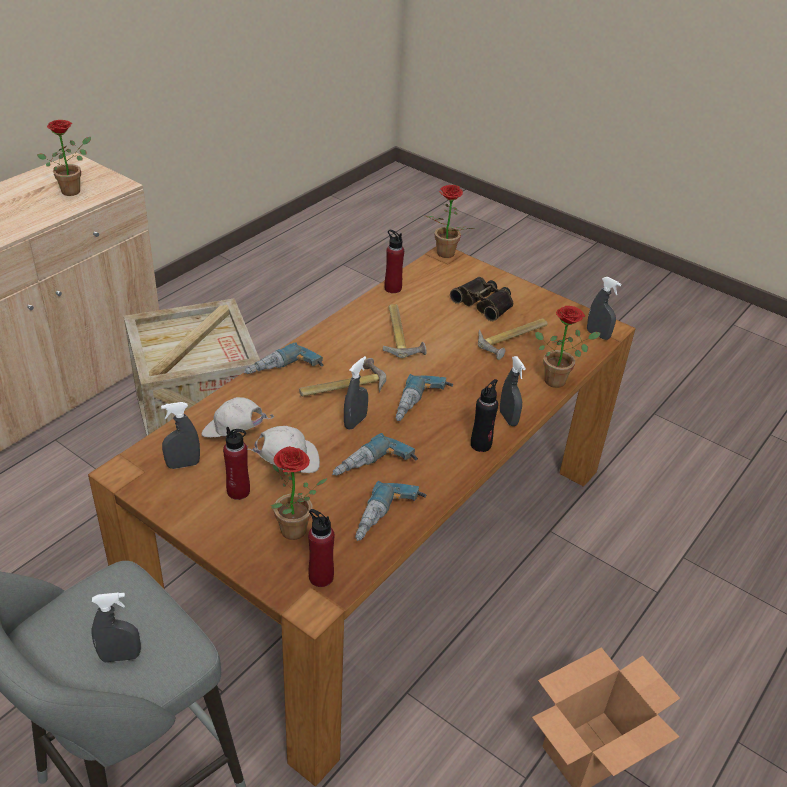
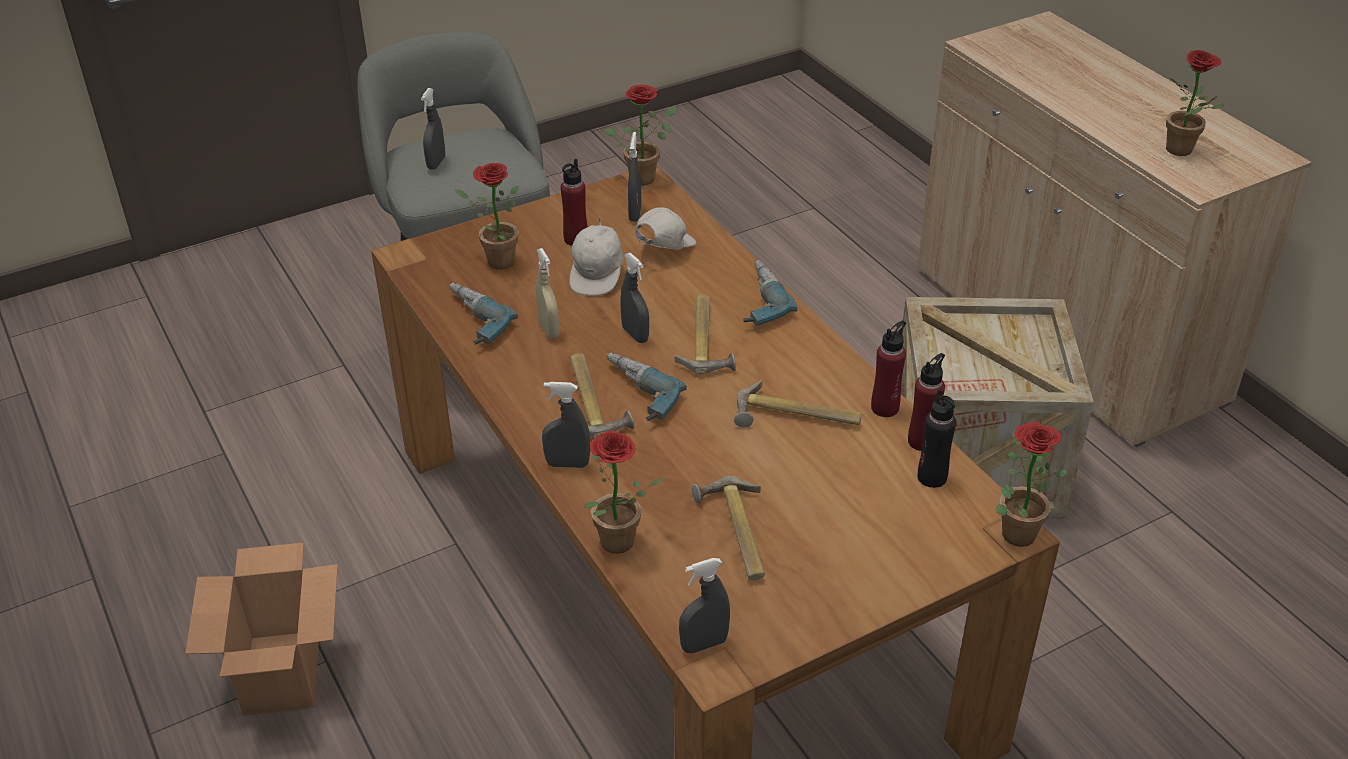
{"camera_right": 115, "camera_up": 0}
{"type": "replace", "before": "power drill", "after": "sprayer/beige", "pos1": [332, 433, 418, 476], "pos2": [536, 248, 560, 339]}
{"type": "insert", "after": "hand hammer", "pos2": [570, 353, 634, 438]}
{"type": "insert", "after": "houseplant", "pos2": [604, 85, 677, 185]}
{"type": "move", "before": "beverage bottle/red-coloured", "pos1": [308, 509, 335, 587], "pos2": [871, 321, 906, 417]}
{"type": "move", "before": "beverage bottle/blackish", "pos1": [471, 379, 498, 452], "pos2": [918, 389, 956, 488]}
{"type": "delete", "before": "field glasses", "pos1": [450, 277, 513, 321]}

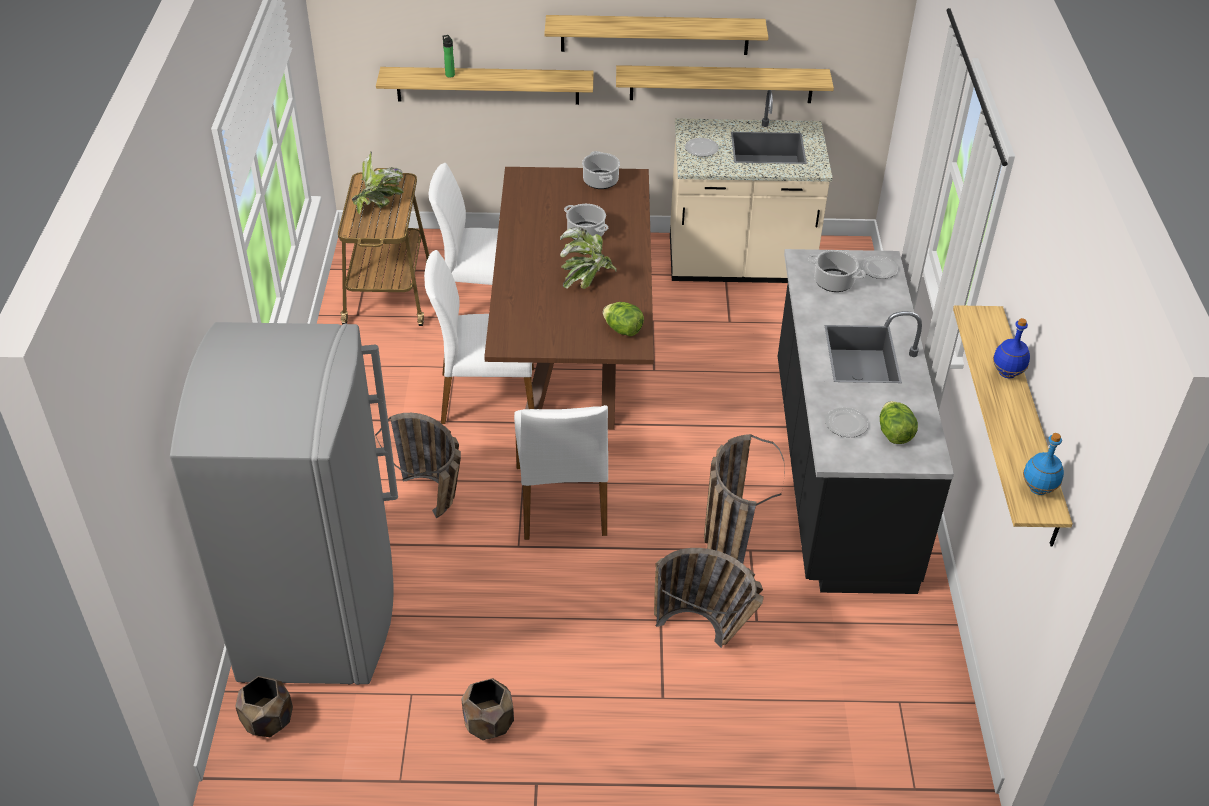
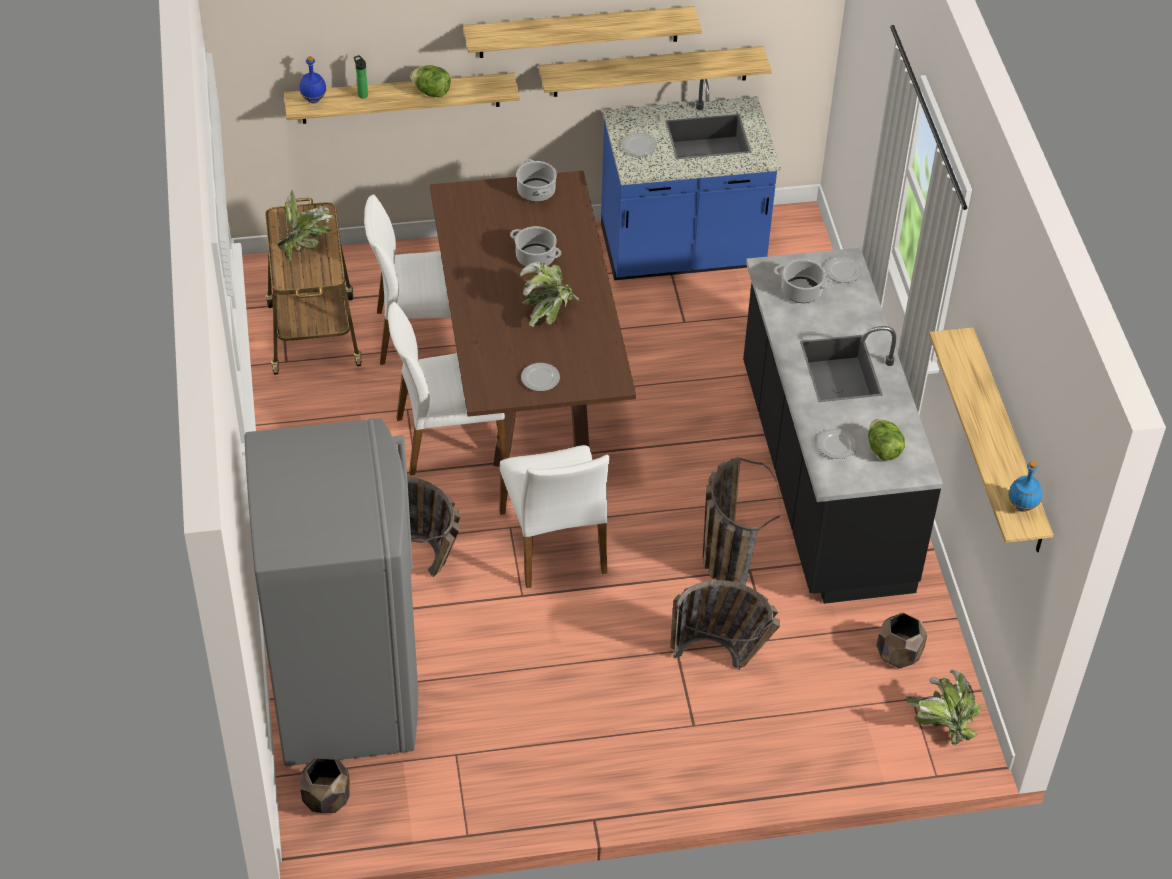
{"camera_right": -10, "camera_up": 5}
{"type": "move", "before": "beverage bottle/blue-coloured", "pos1": [993, 318, 1030, 378], "pos2": [300, 56, 326, 103]}
{"type": "move", "before": "lettuce", "pos1": [603, 302, 644, 336], "pos2": [410, 65, 451, 97]}
{"type": "insert", "after": "plate", "pos2": [521, 363, 560, 391]}
{"type": "recolor", "before": "kitchen counter/beige", "after": "kitchen counter/blue-coloured", "pos1": [670, 90, 833, 283], "pos2": [601, 79, 781, 280]}
{"type": "move", "before": "plant pot/brown-coloured", "pos1": [461, 678, 514, 740], "pos2": [876, 613, 927, 668]}
{"type": "insert", "after": "houseplant", "pos2": [906, 670, 981, 745]}

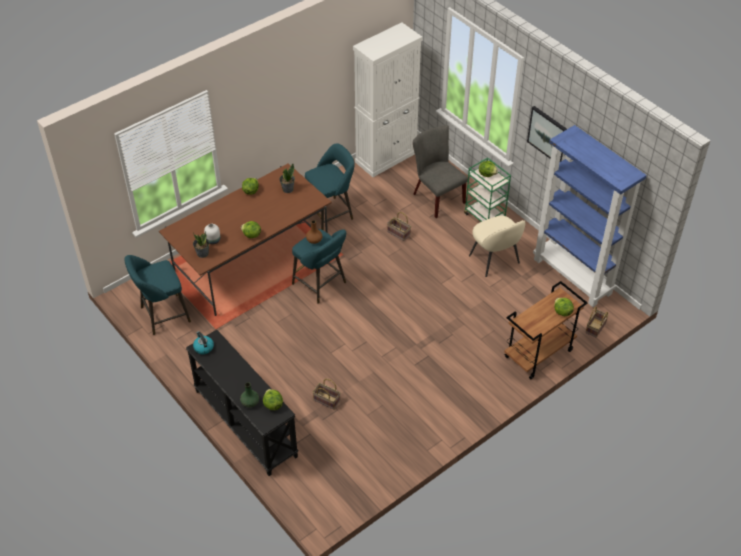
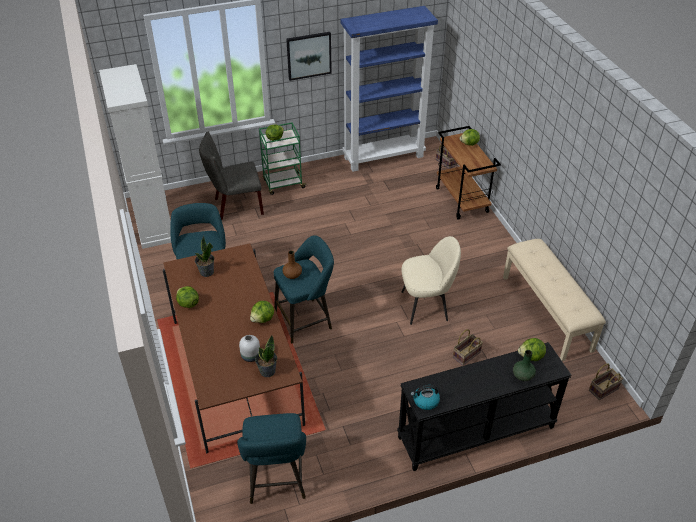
{"camera_right": -70, "camera_up": -5}
{"type": "move", "before": "chair/beige", "pos1": [469, 216, 525, 277], "pos2": [401, 236, 461, 325]}
{"type": "insert", "after": "long seat/beige", "pos2": [503, 239, 606, 361]}
{"type": "move", "before": "storage basket", "pos1": [387, 212, 411, 241], "pos2": [589, 364, 623, 400]}

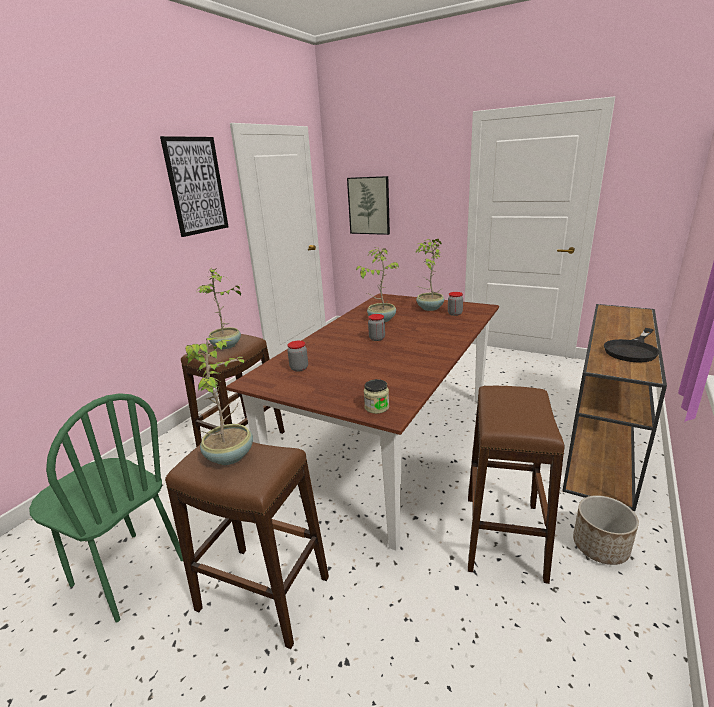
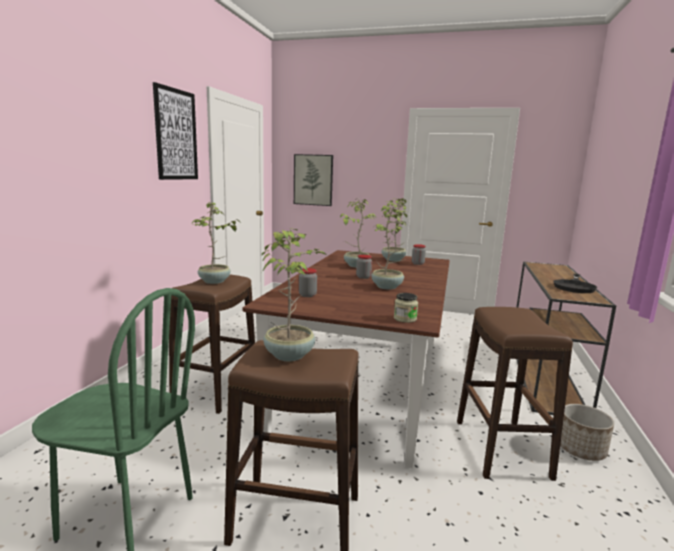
{"camera_right": -15, "camera_up": -10}
{"type": "insert", "after": "houseplant", "pos2": [371, 205, 409, 289]}

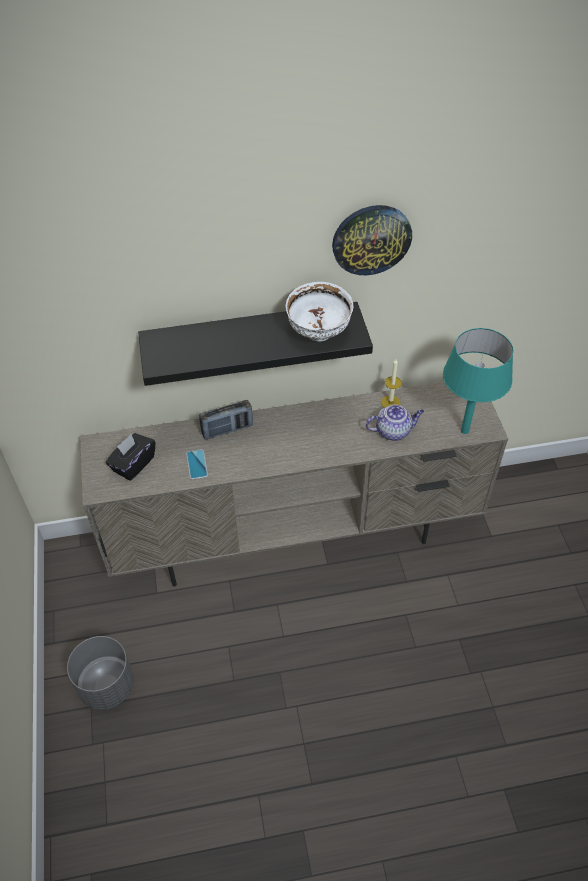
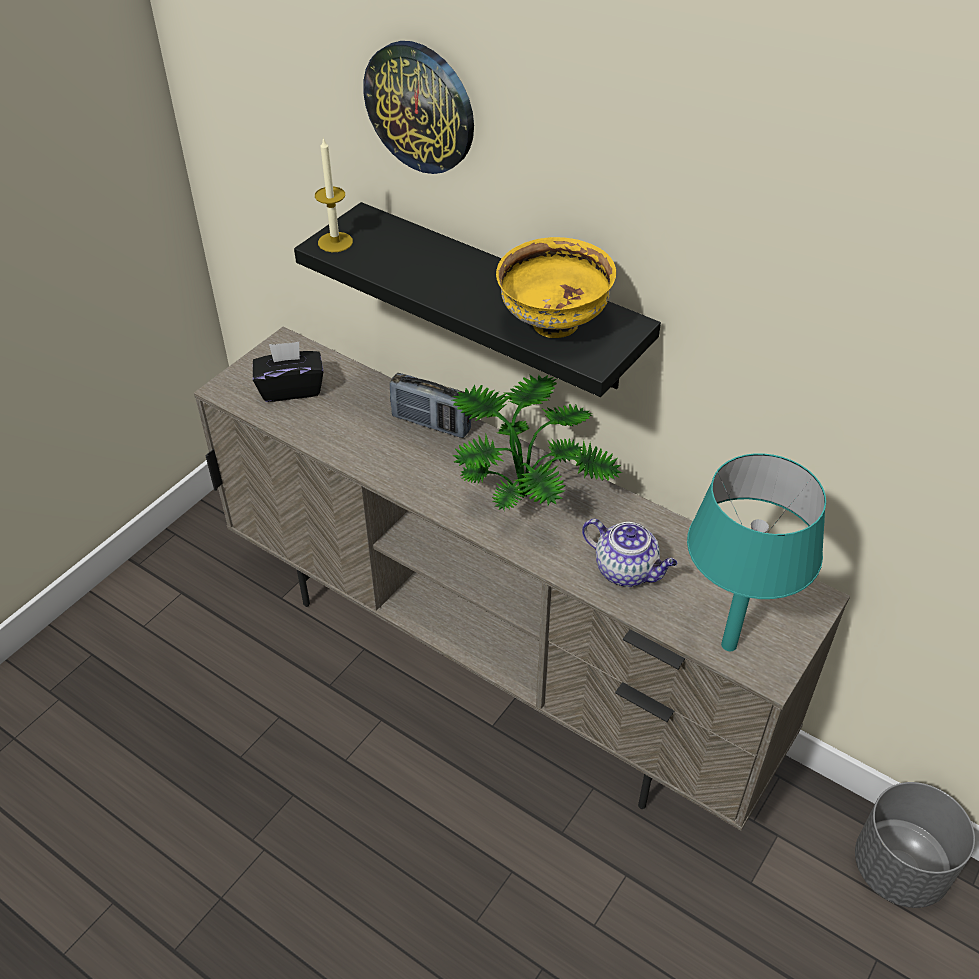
{"camera_right": 45, "camera_up": -5}
{"type": "move", "before": "candle", "pos1": [381, 359, 402, 408], "pos2": [315, 137, 353, 252]}
{"type": "move", "before": "clock on the wall", "pos1": [332, 205, 412, 275], "pos2": [363, 41, 474, 174]}
{"type": "insert", "after": "houseplant", "pos2": [452, 374, 622, 511]}
{"type": "recolor", "before": "bowl/white", "after": "bowl/yellow", "pos1": [286, 282, 353, 341], "pos2": [496, 237, 616, 338]}
{"type": "move", "before": "plant pot/greyish", "pos1": [67, 636, 134, 710], "pos2": [855, 782, 975, 908]}
{"type": "delete", "before": "telephone", "pos1": [186, 449, 208, 480]}

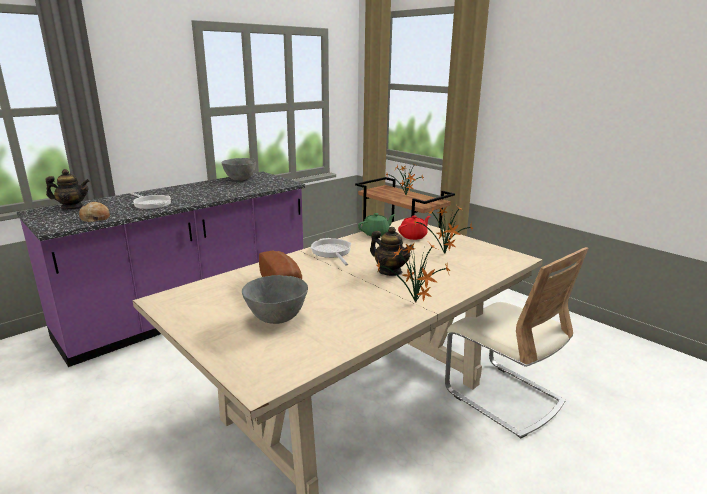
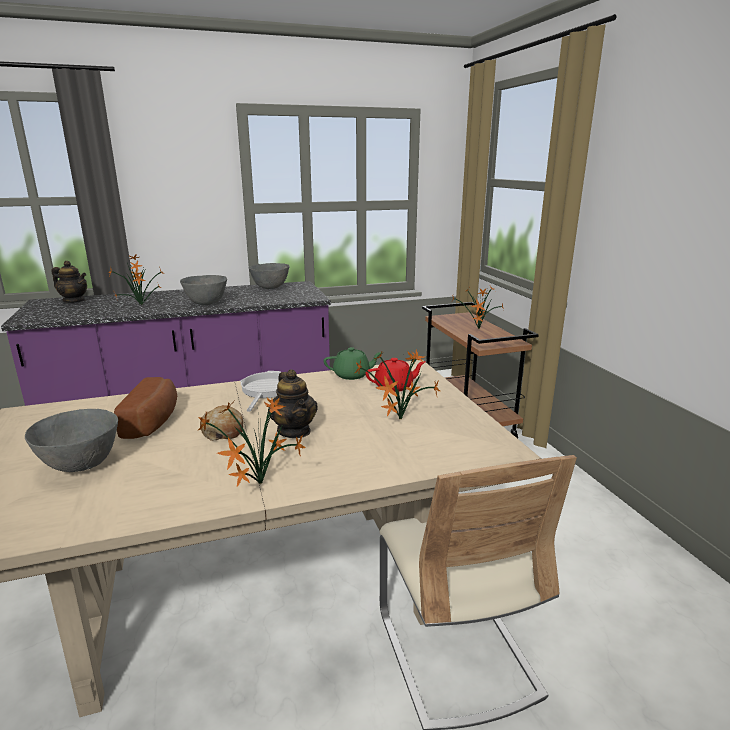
{"camera_right": 25, "camera_up": 0}
{"type": "replace", "before": "pan", "after": "houseplant", "pos1": [130, 193, 171, 209], "pos2": [108, 255, 164, 305]}
{"type": "insert", "after": "bowl/greyish", "pos2": [180, 275, 227, 305]}
{"type": "move", "before": "bread", "pos1": [79, 202, 110, 222], "pos2": [200, 405, 243, 441]}

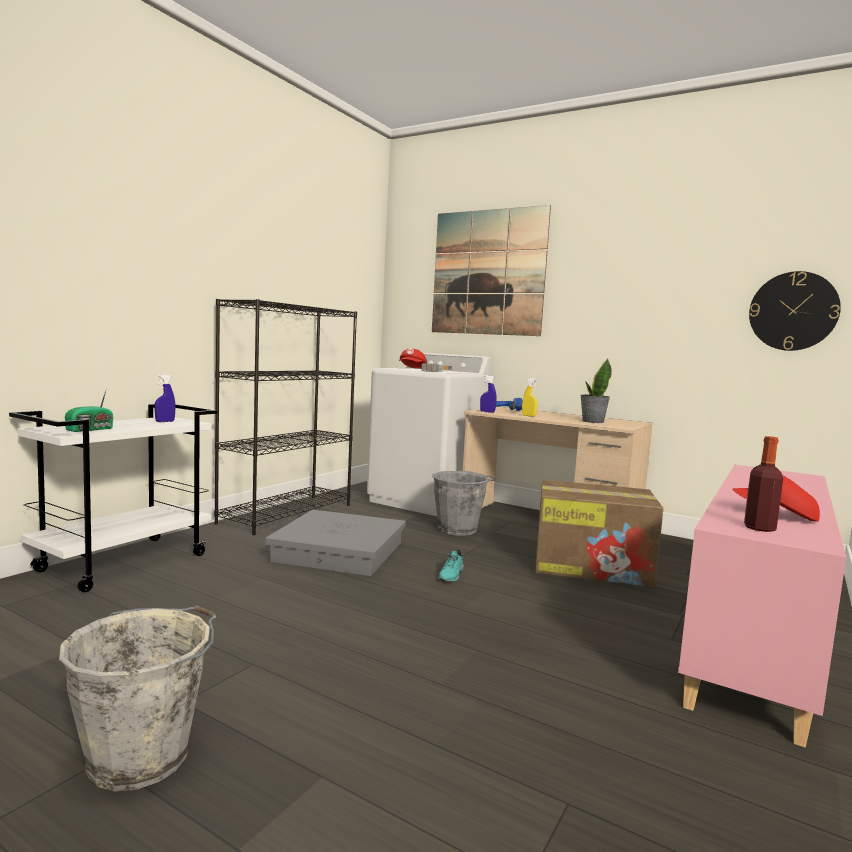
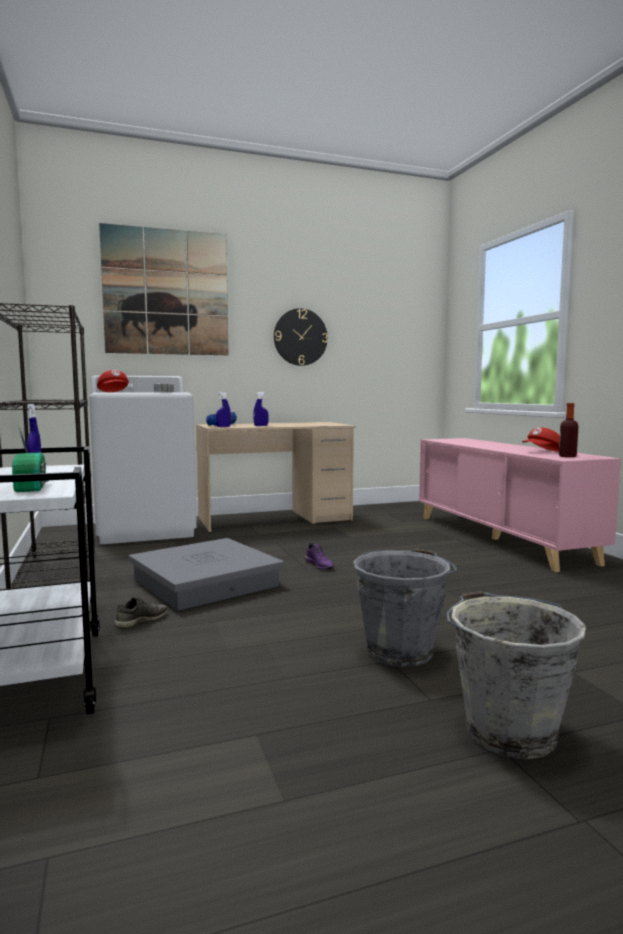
{"camera_right": -50, "camera_up": 0}
{"type": "insert", "after": "item of footwear/greyish", "pos2": [114, 597, 169, 629]}
{"type": "recolor", "before": "sprayer/yellow", "after": "sprayer/blue-coloured", "pos1": [522, 378, 537, 417], "pos2": [253, 392, 269, 426]}
{"type": "move", "before": "clock on the wall", "pos1": [749, 271, 841, 351], "pos2": [274, 308, 328, 366]}
{"type": "recolor", "before": "item of footwear/turquoise", "after": "item of footwear/purplish", "pos1": [438, 549, 464, 582], "pos2": [305, 543, 334, 569]}
{"type": "move", "before": "bucket/greyish", "pos1": [433, 471, 496, 536], "pos2": [353, 548, 457, 667]}
{"type": "delete", "before": "cardboard box", "pos1": [535, 480, 664, 587]}
{"type": "delete", "before": "houseplant", "pos1": [580, 359, 612, 423]}

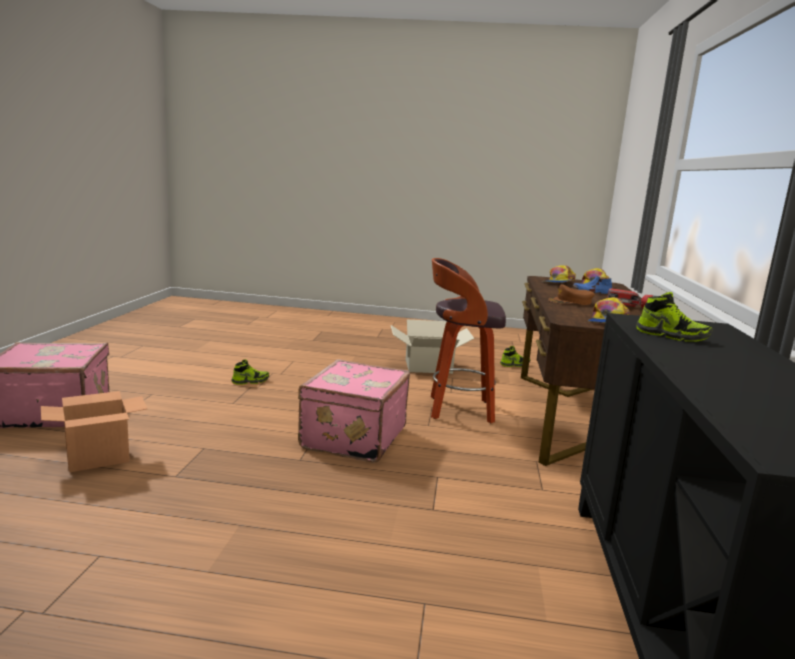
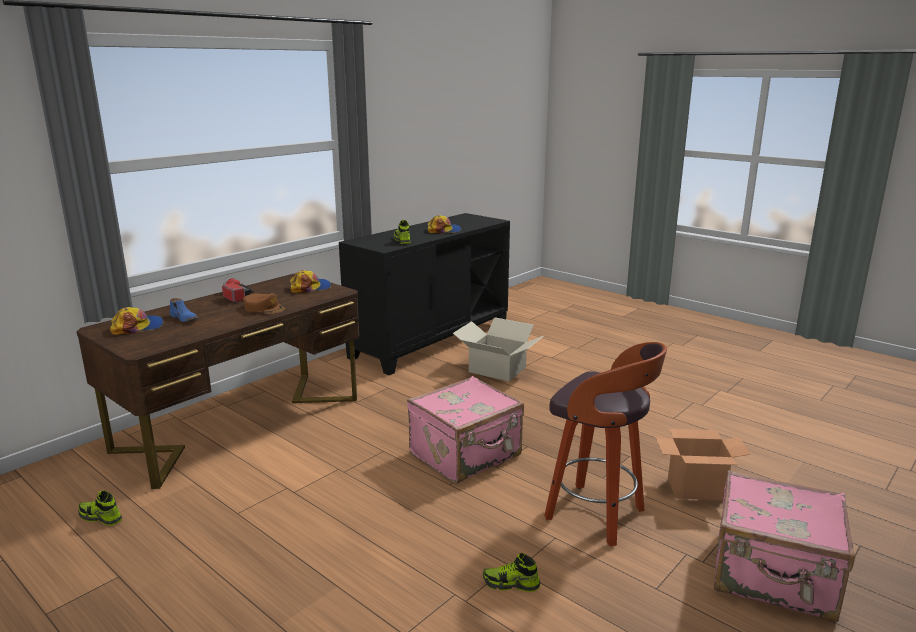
{"camera_right": -145, "camera_up": 5}
{"type": "move", "before": "baseball cap", "pos1": [541, 265, 576, 283], "pos2": [427, 215, 461, 234]}
{"type": "move", "before": "cardboard box", "pos1": [391, 320, 474, 374], "pos2": [453, 317, 544, 381]}
{"type": "move", "before": "stool", "pos1": [430, 258, 506, 424], "pos2": [544, 342, 667, 546]}

